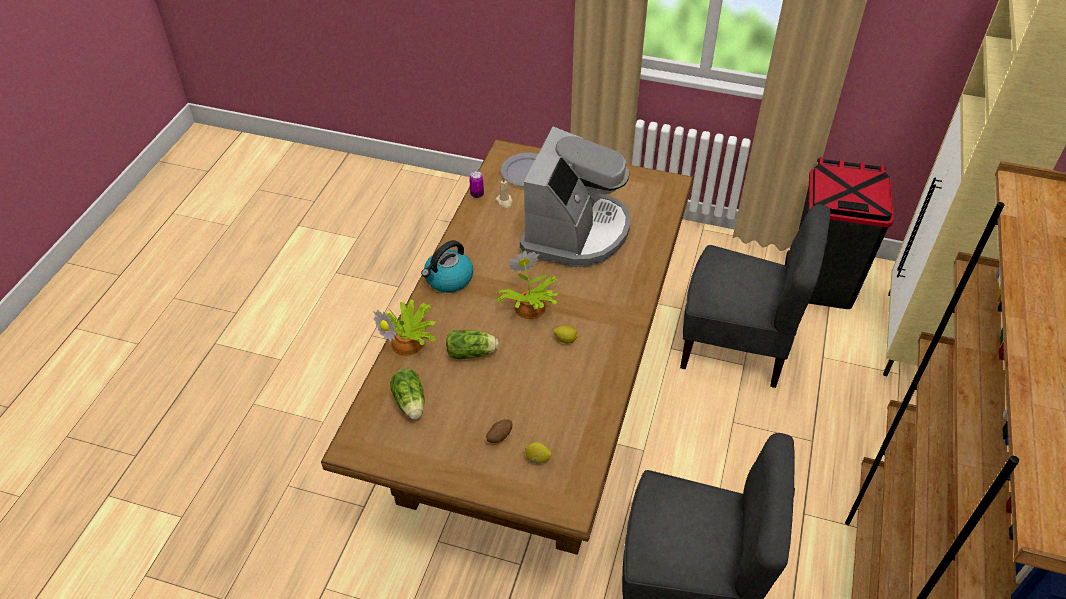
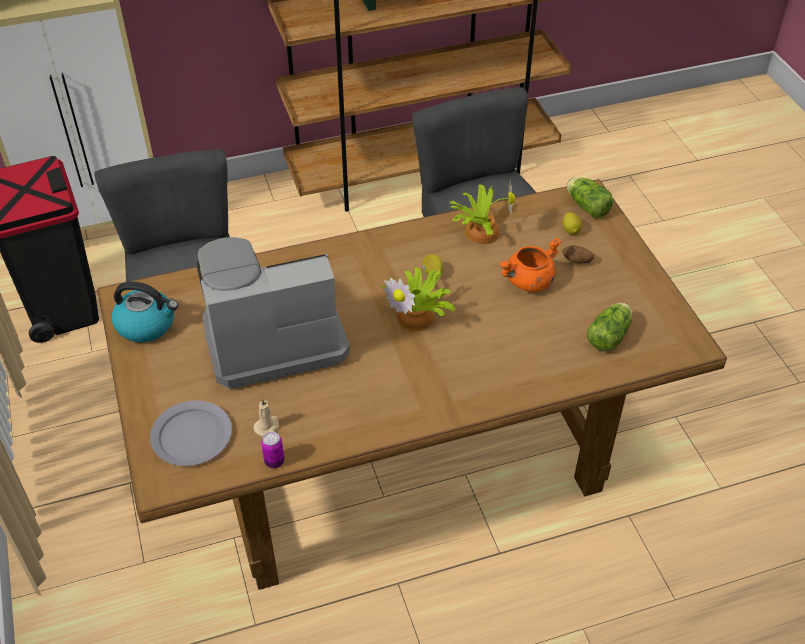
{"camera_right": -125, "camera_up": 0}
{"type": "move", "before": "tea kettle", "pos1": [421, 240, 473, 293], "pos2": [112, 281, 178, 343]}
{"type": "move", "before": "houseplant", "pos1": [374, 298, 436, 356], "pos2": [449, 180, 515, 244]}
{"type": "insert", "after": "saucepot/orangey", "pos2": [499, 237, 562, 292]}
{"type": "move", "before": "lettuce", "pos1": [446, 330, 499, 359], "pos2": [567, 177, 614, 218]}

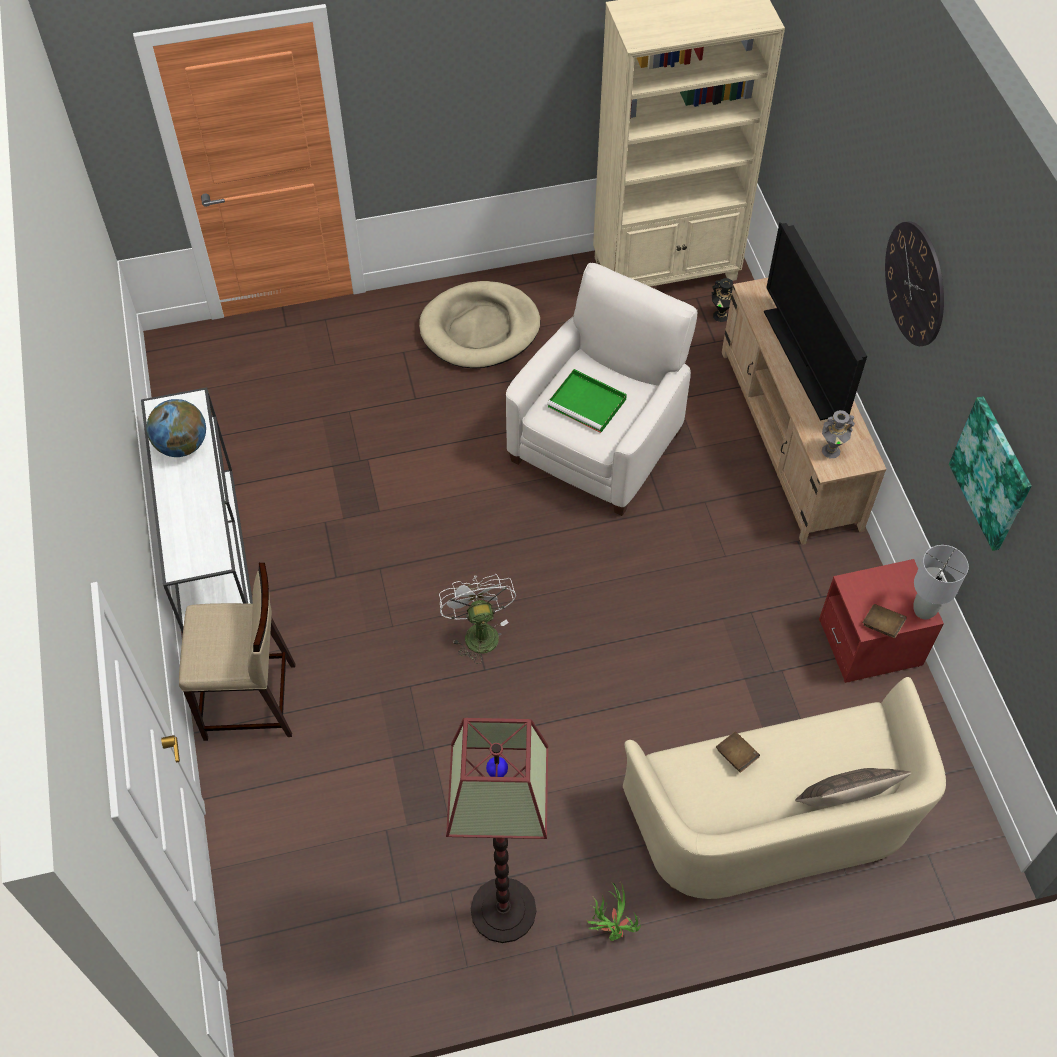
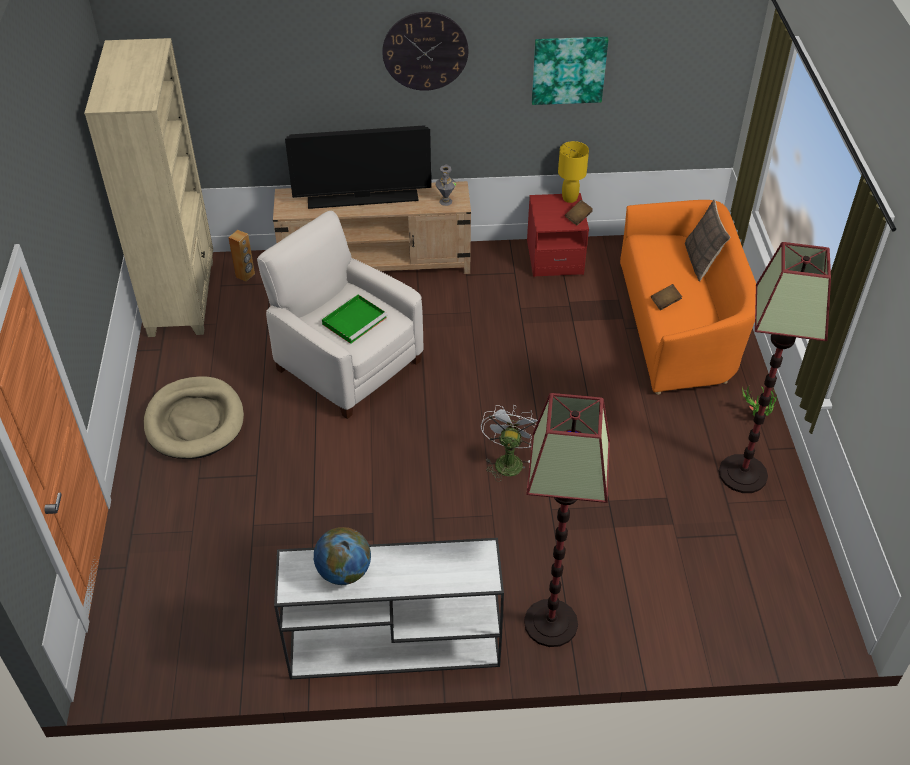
{"camera_right": -80, "camera_up": -10}
{"type": "replace", "before": "flower vase/blackish", "after": "loudspeaker/brown-coloured", "pos1": [712, 278, 733, 322], "pos2": [228, 230, 255, 282]}
{"type": "rotate", "before": "cooling fan/white", "pos1": [439, 574, 516, 664], "pos2": [481, 405, 538, 482], "turn": 105}
{"type": "replace", "before": "stool/beige", "after": "standing lamp", "pos1": [179, 563, 295, 741], "pos2": [524, 393, 610, 647]}
{"type": "recolor", "before": "table lamp/greyish", "after": "table lamp/yellow", "pos1": [913, 545, 969, 619], "pos2": [558, 141, 589, 203]}
{"type": "recolor", "before": "settee/beige", "after": "settee/orangey", "pos1": [623, 677, 946, 899], "pos2": [620, 200, 756, 395]}

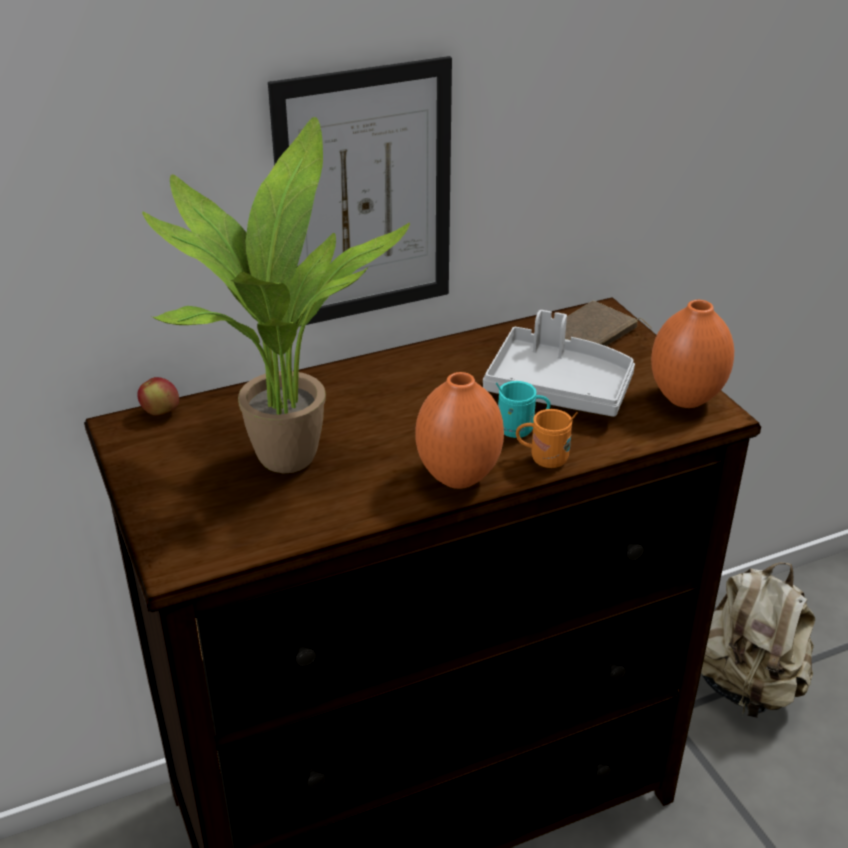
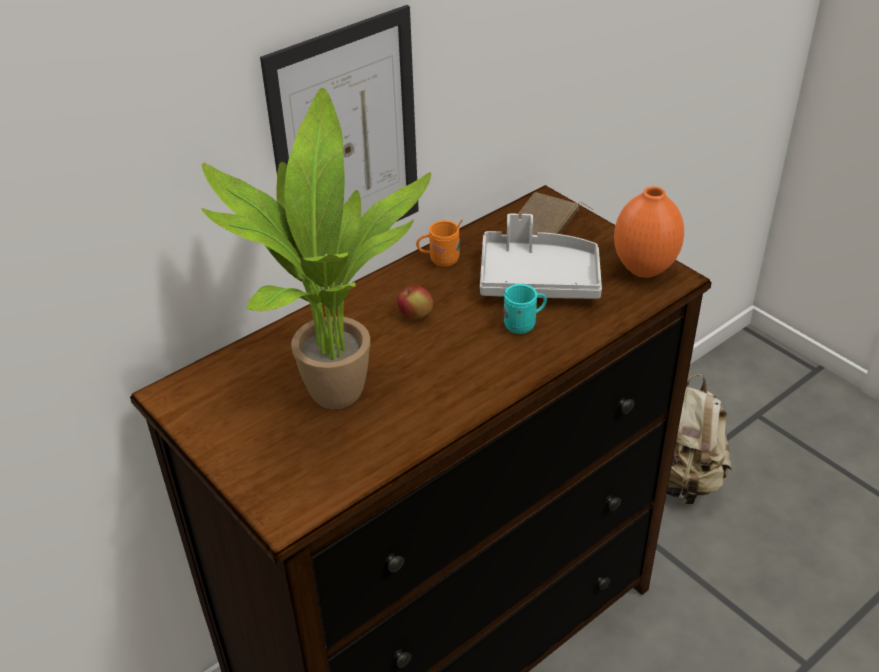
{"camera_right": -15, "camera_up": 5}
{"type": "move", "before": "apple fruit", "pos1": [137, 377, 179, 416], "pos2": [397, 286, 433, 319]}
{"type": "move", "before": "tea mug/orangey", "pos1": [516, 409, 577, 468], "pos2": [416, 220, 463, 267]}
{"type": "delete", "before": "flower vase/orangey", "pos1": [415, 372, 504, 489]}

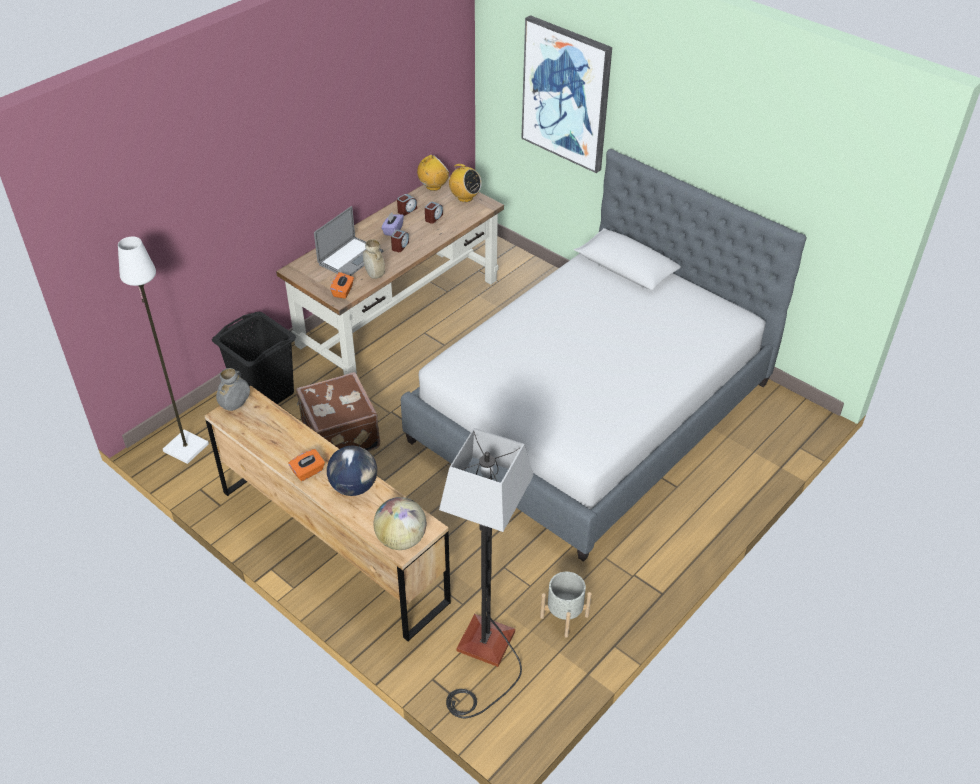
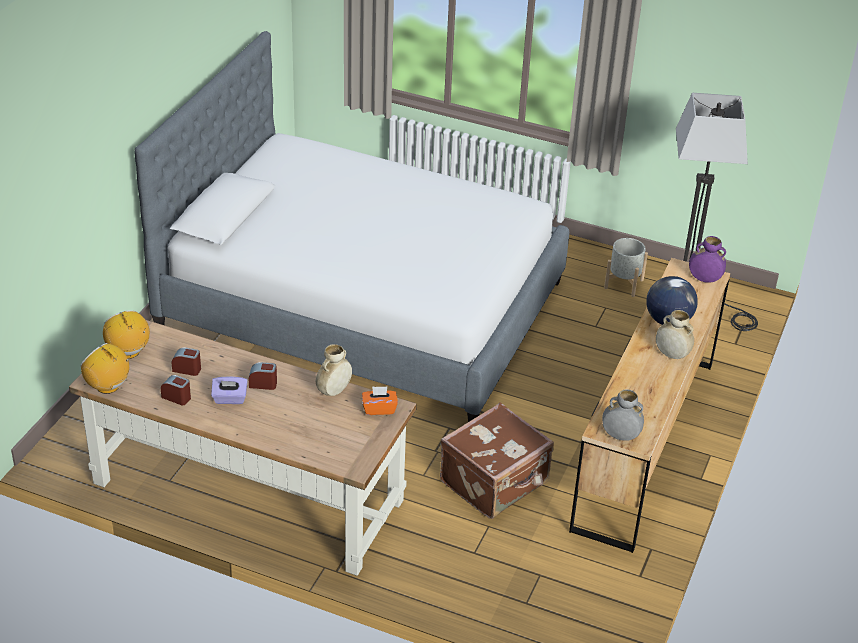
{"camera_right": -110, "camera_up": -5}
{"type": "rotate", "before": "radio set", "pos1": [446, 164, 482, 202], "pos2": [103, 310, 150, 359], "turn": -45}
{"type": "replace", "before": "box of tissues/orangey", "after": "flower vase/beige", "pos1": [289, 449, 325, 481], "pos2": [656, 310, 694, 359]}
{"type": "replace", "before": "desk globe", "after": "flower vase/purplish", "pos1": [374, 497, 426, 550], "pos2": [689, 236, 726, 283]}
{"type": "delete", "before": "standing lamp/white", "pos1": [118, 237, 209, 464]}
{"type": "delete", "before": "hamper/blackish", "pos1": [212, 312, 296, 404]}
{"type": "delete", "before": "laptop", "pos1": [314, 206, 383, 276]}
{"type": "delete", "before": "wall picture", "pos1": [521, 15, 612, 173]}

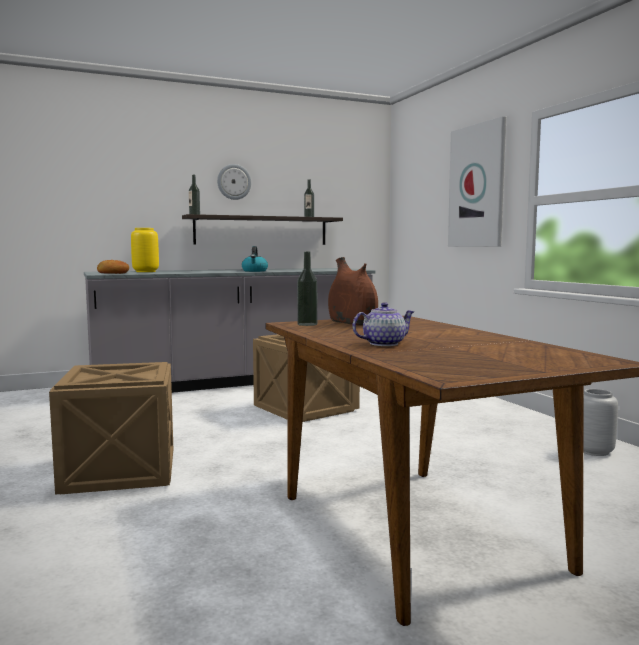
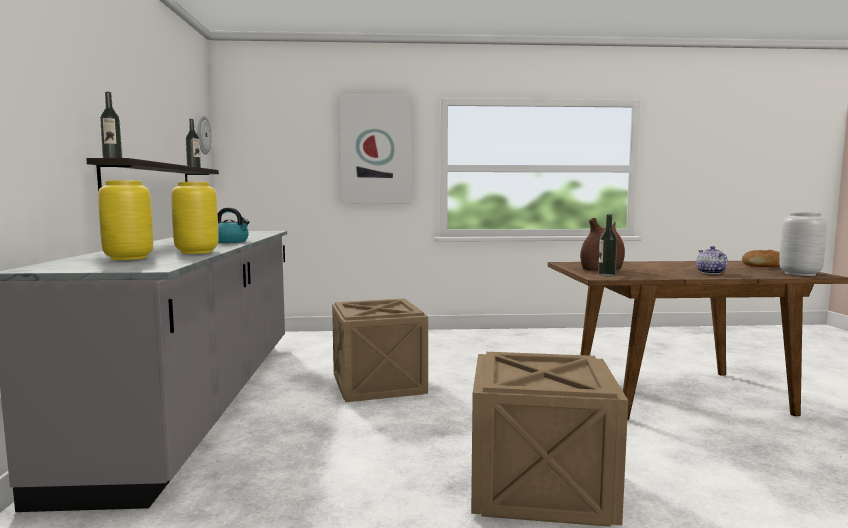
{"camera_right": -70, "camera_up": 0}
{"type": "insert", "after": "flower vase/yellow", "pos2": [171, 182, 218, 254]}
{"type": "move", "before": "clock on the wall", "pos1": [217, 164, 251, 200], "pos2": [197, 115, 211, 155]}
{"type": "move", "before": "bread", "pos1": [97, 260, 129, 274], "pos2": [742, 250, 780, 267]}
{"type": "move", "before": "flower vase/greyish", "pos1": [583, 389, 618, 456], "pos2": [779, 212, 827, 276]}

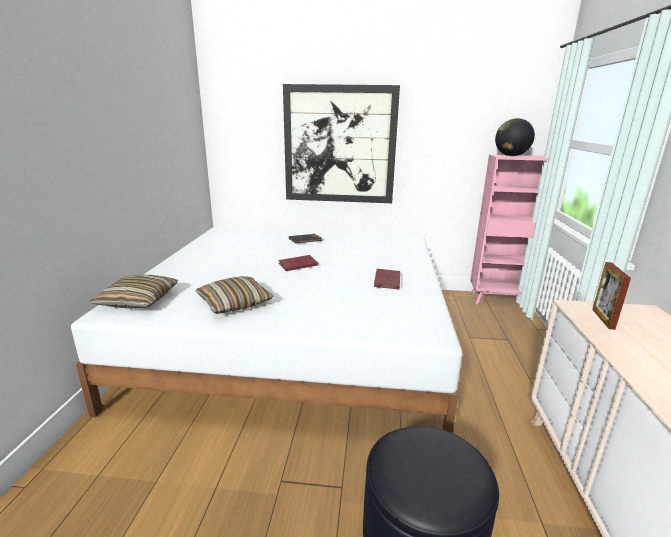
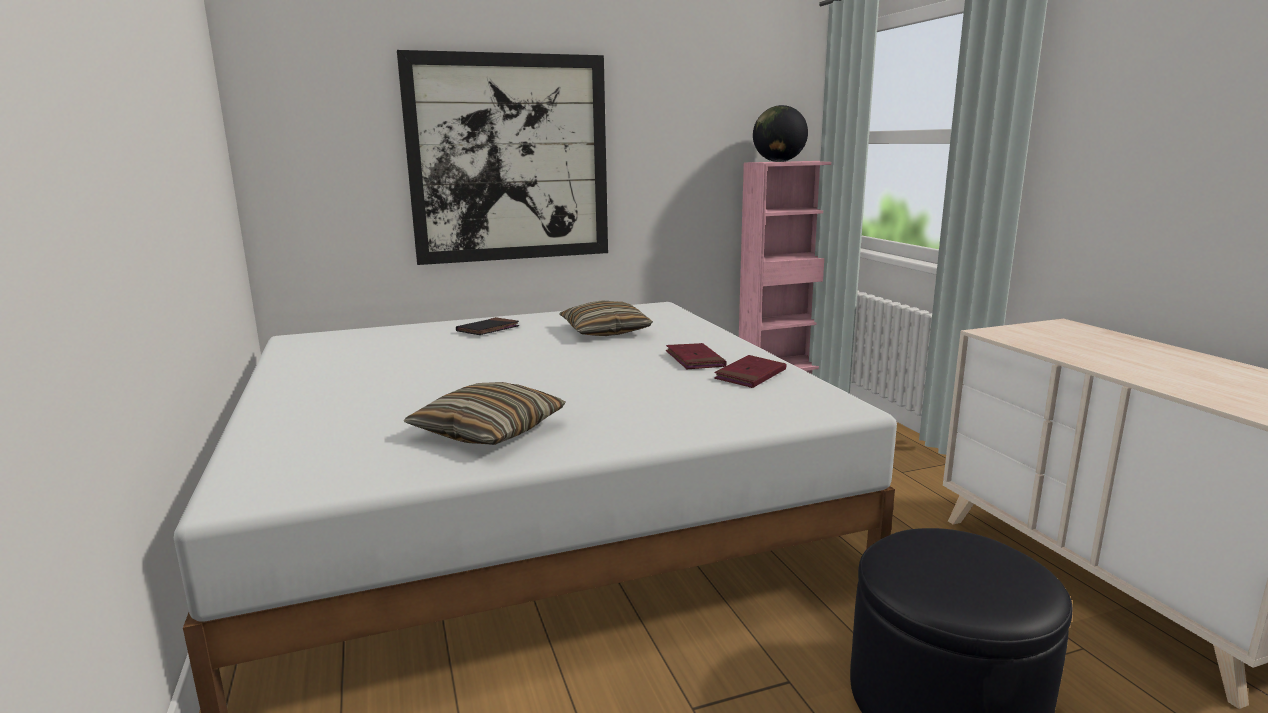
{"camera_right": -25, "camera_up": -5}
{"type": "move", "before": "pillow", "pos1": [89, 274, 178, 309], "pos2": [559, 301, 653, 336]}
{"type": "move", "before": "volume/red-coloured", "pos1": [278, 255, 318, 271], "pos2": [714, 355, 786, 388]}
{"type": "delete", "before": "standing frame", "pos1": [592, 262, 631, 330]}

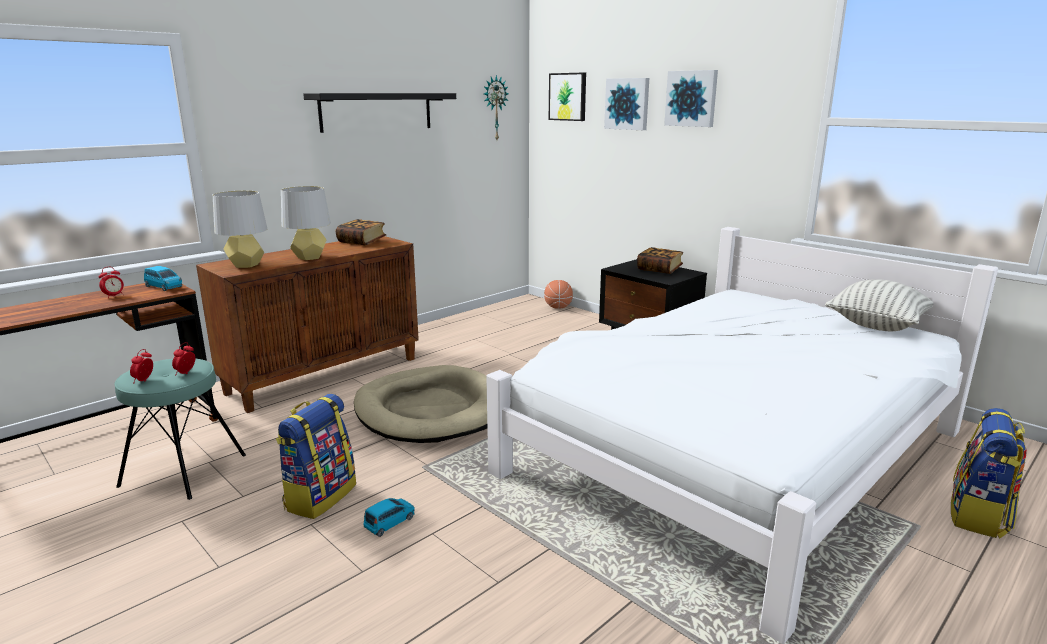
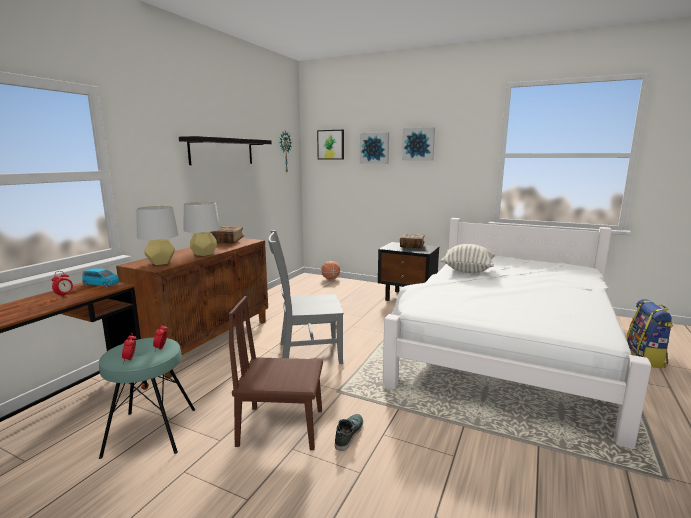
{"camera_right": -20, "camera_up": -5}
{"type": "replace", "before": "rucksack", "after": "chair/brown-coloured", "pos1": [276, 394, 356, 519], "pos2": [229, 296, 323, 450]}
{"type": "replace", "before": "dog cushion/beige", "after": "chair/greyish", "pos1": [354, 365, 487, 443], "pos2": [268, 230, 344, 364]}
{"type": "replace", "before": "model car/blue-coloured", "after": "item of footwear", "pos1": [364, 498, 415, 537], "pos2": [335, 414, 363, 451]}
{"type": "move", "before": "pillow", "pos1": [825, 279, 933, 331], "pos2": [441, 244, 495, 273]}

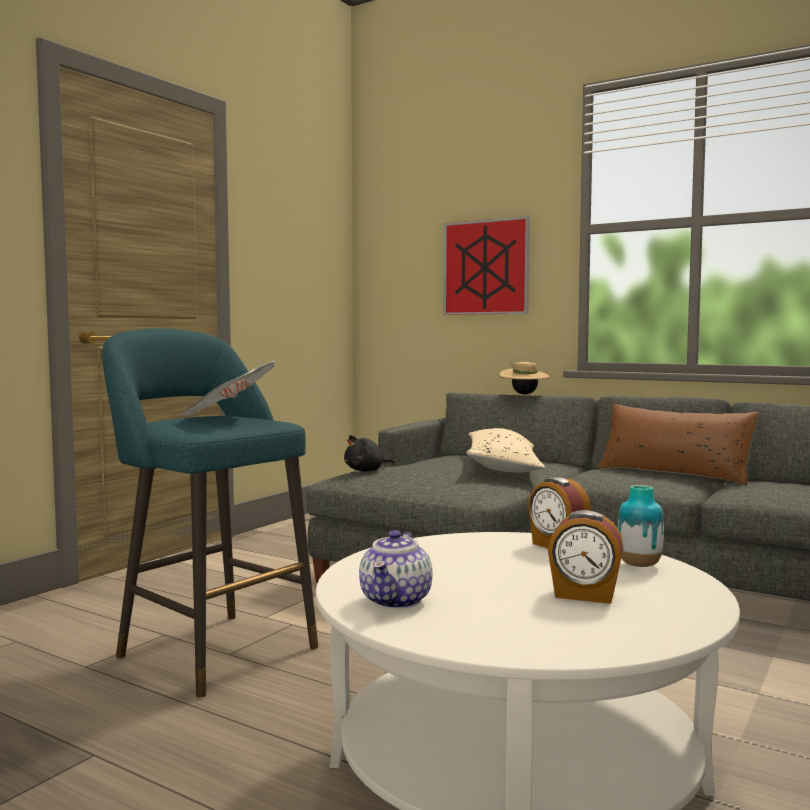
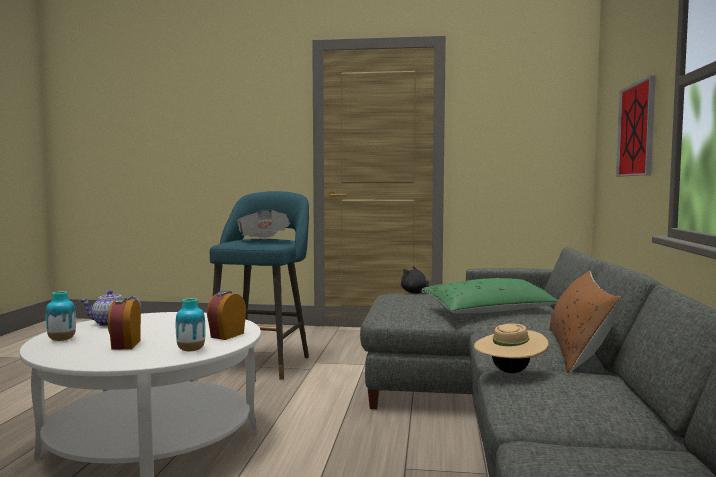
{"camera_right": 65, "camera_up": 0}
{"type": "insert", "after": "flower vase", "pos2": [46, 291, 76, 341]}
{"type": "recolor", "before": "pillow/beige", "after": "pillow/green-coloured", "pos1": [466, 428, 545, 473], "pos2": [422, 278, 558, 314]}
{"type": "move", "before": "hat/beige", "pos1": [499, 362, 549, 394], "pos2": [474, 321, 548, 373]}

